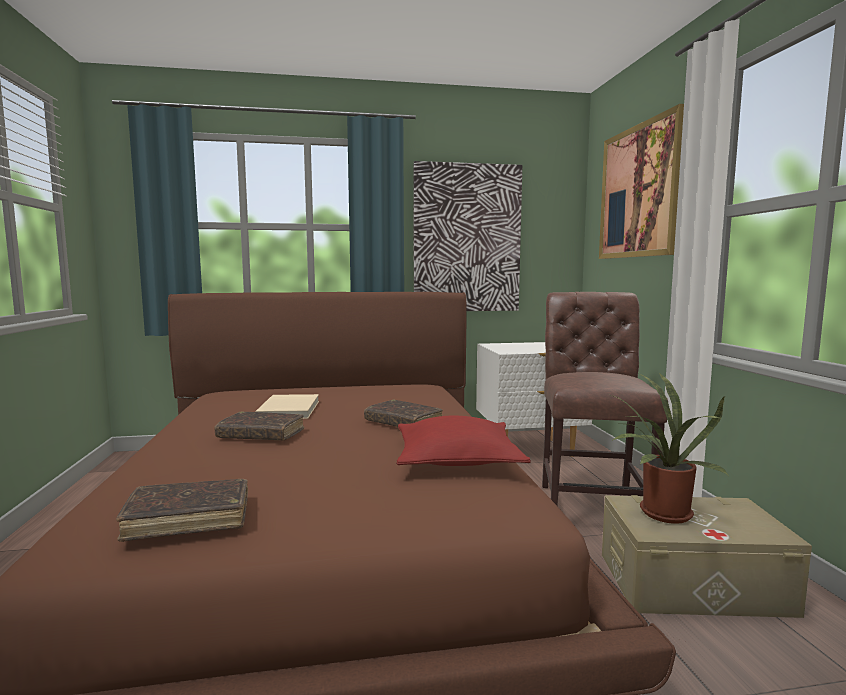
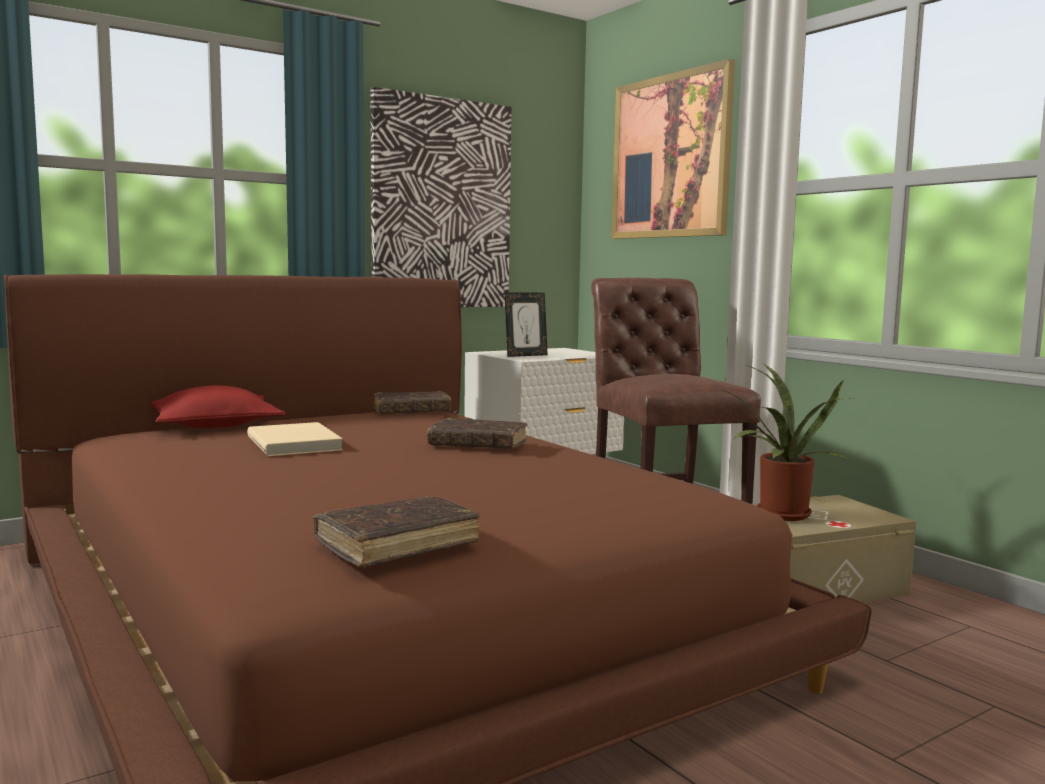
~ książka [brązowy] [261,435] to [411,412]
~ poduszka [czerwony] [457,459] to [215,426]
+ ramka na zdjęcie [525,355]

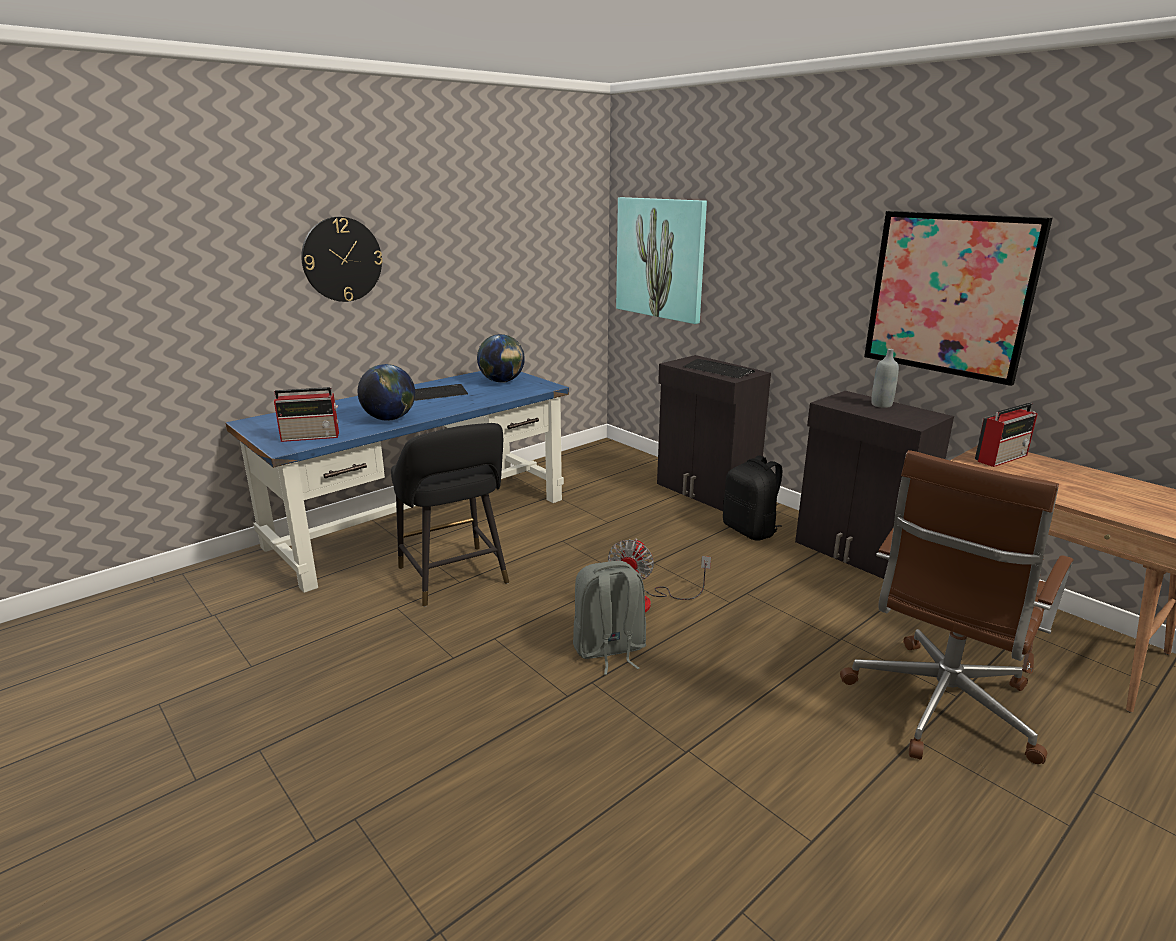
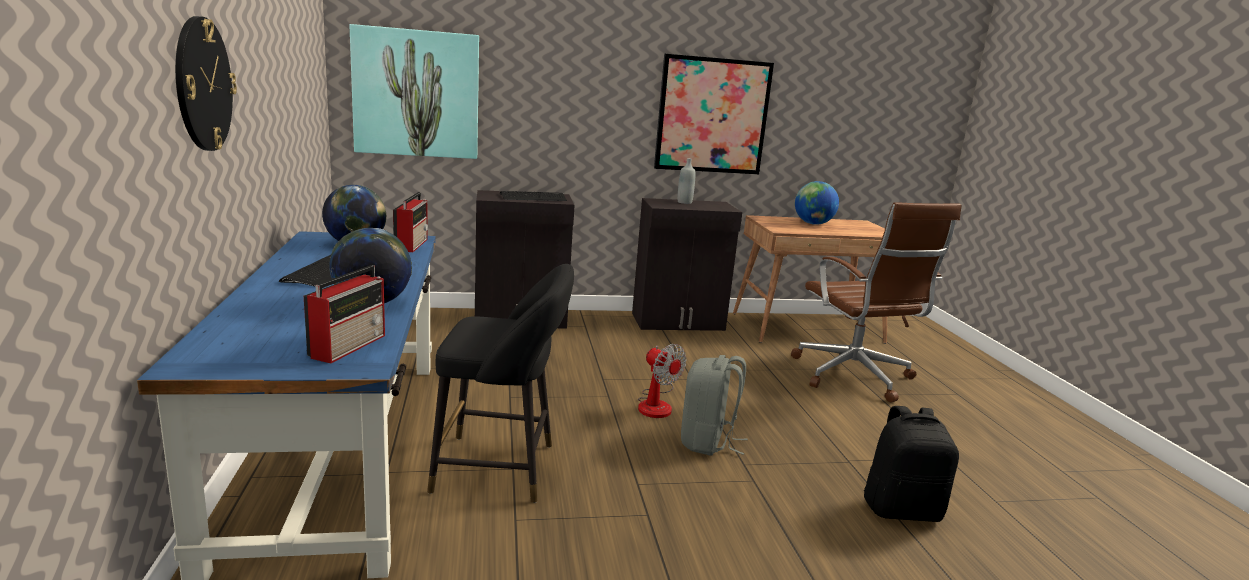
~ radio [1002,458] to [412,244]
~ plecak [czarny] [750,530] to [901,509]
+ globus [813,224]

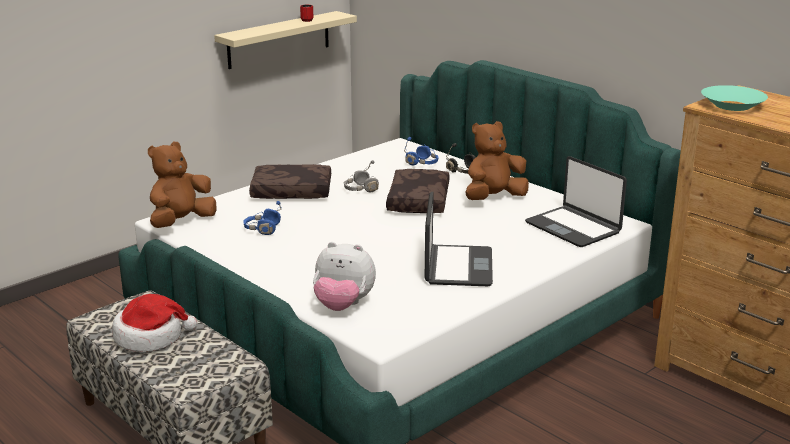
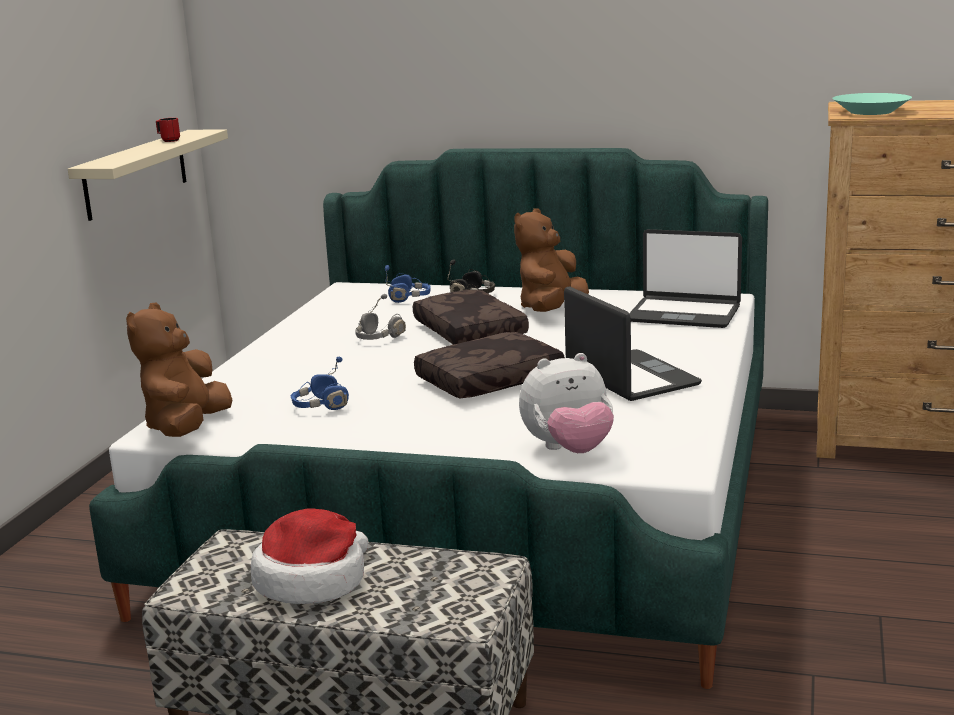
~ poduszka [brązowy] [291,192] to [490,381]

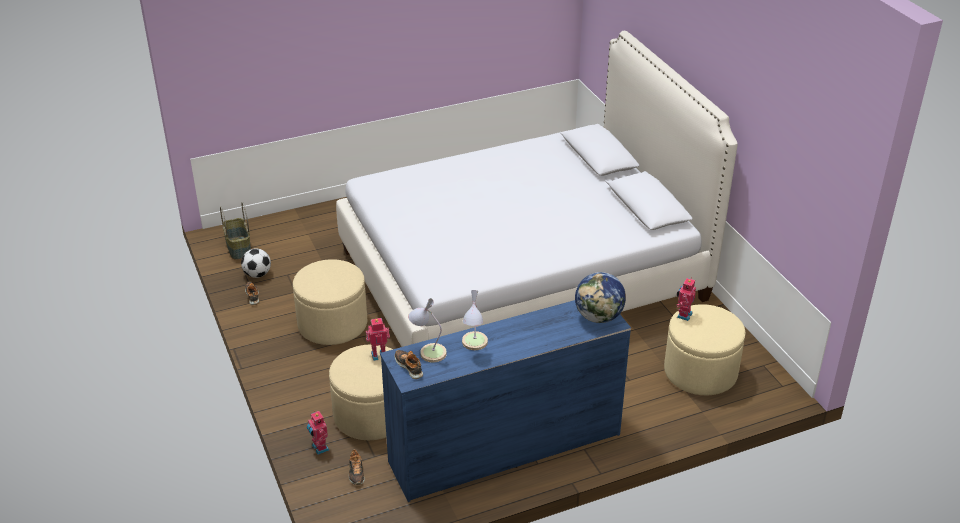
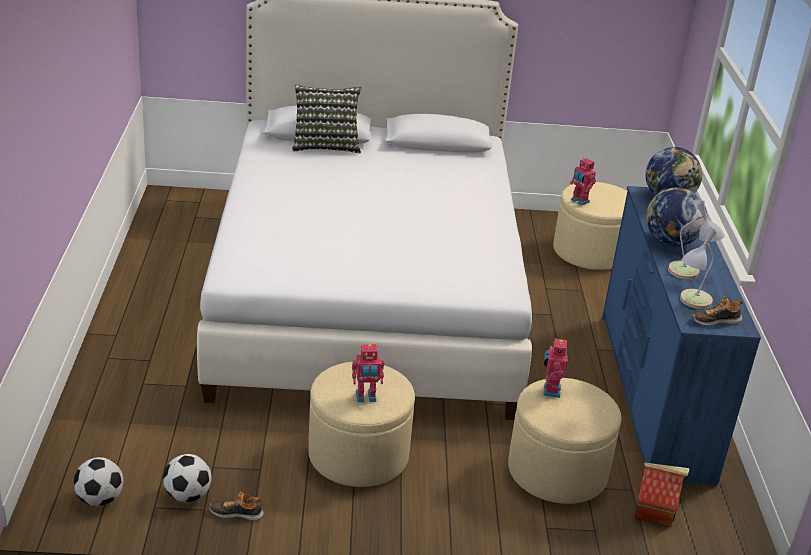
~ koszyk [238,248] to piłka futbolowa [100,499]
~ robot zabawkowy [319,448] to [366,397]
~ but [356,472] to domek [655,512]
+ poduszka [326,145]
+ globus [670,242]

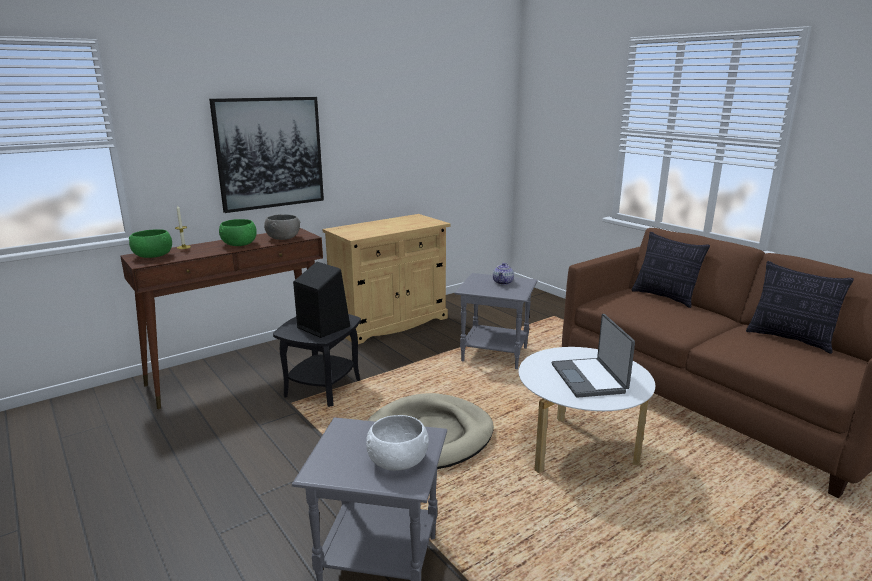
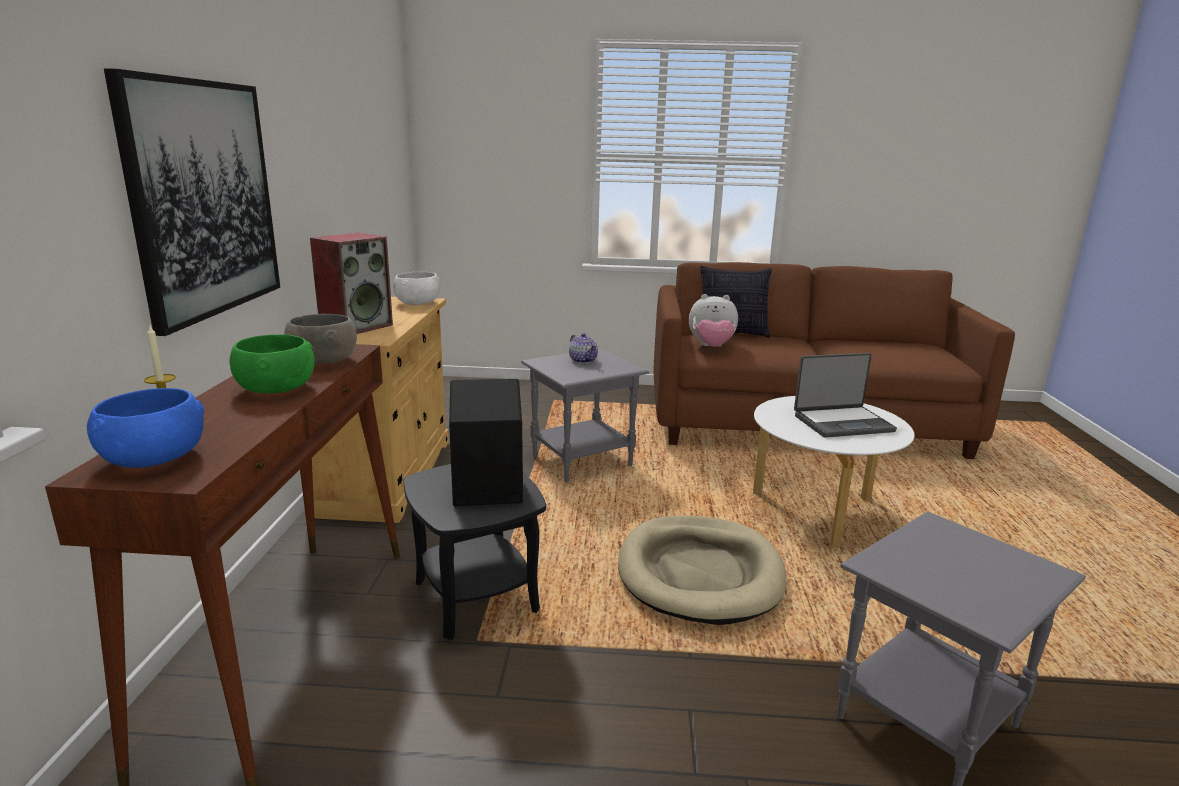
~ miska [zielony] [153,256] to miska [niebieski] [155,458]
- poduszka [790,339]
~ laptop [589,378] = [842,422] 45 degrees counterclockwise
~ miska [biały] [398,461] to [418,303]
+ głośnik [356,326]
+ pluszak [711,347]

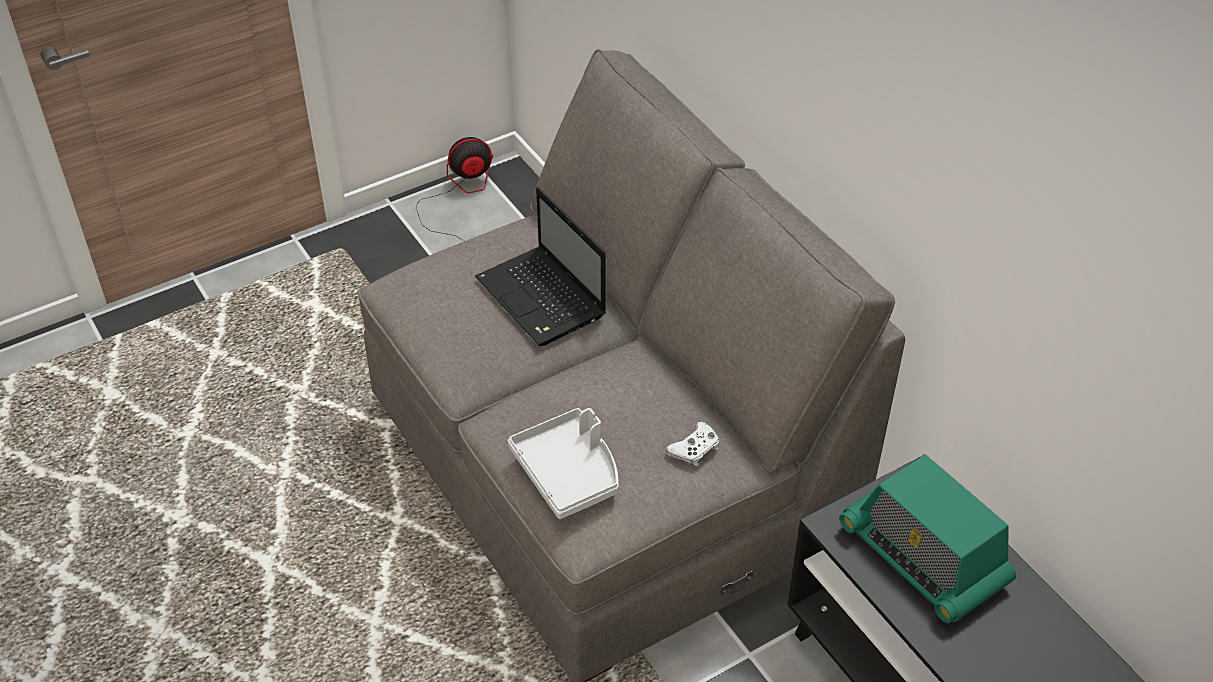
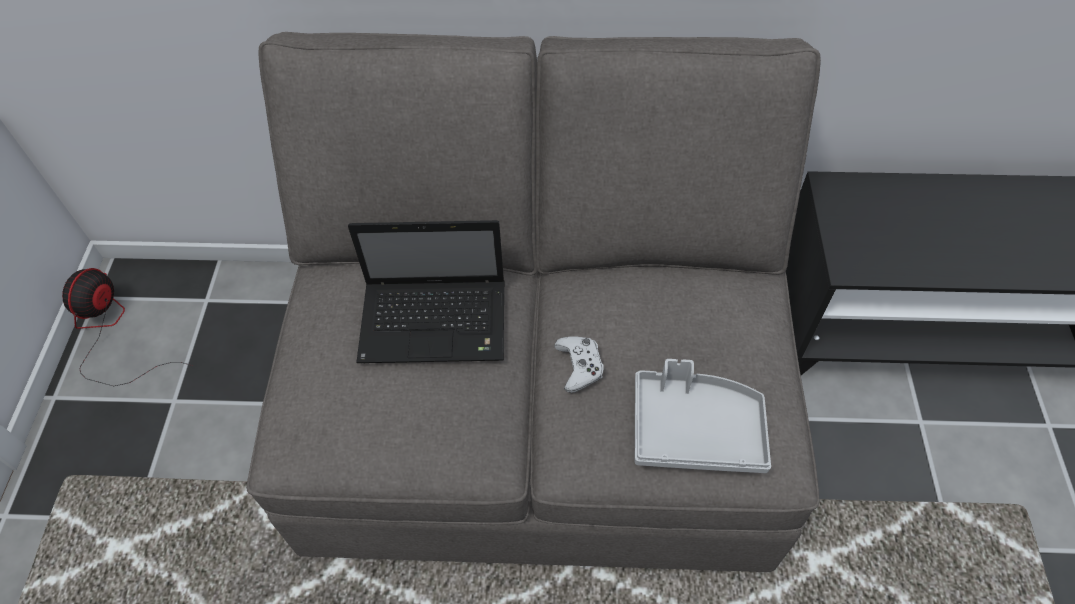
~ pad do gier [biały] [695,449] to [579,366]
- radio [923,557]

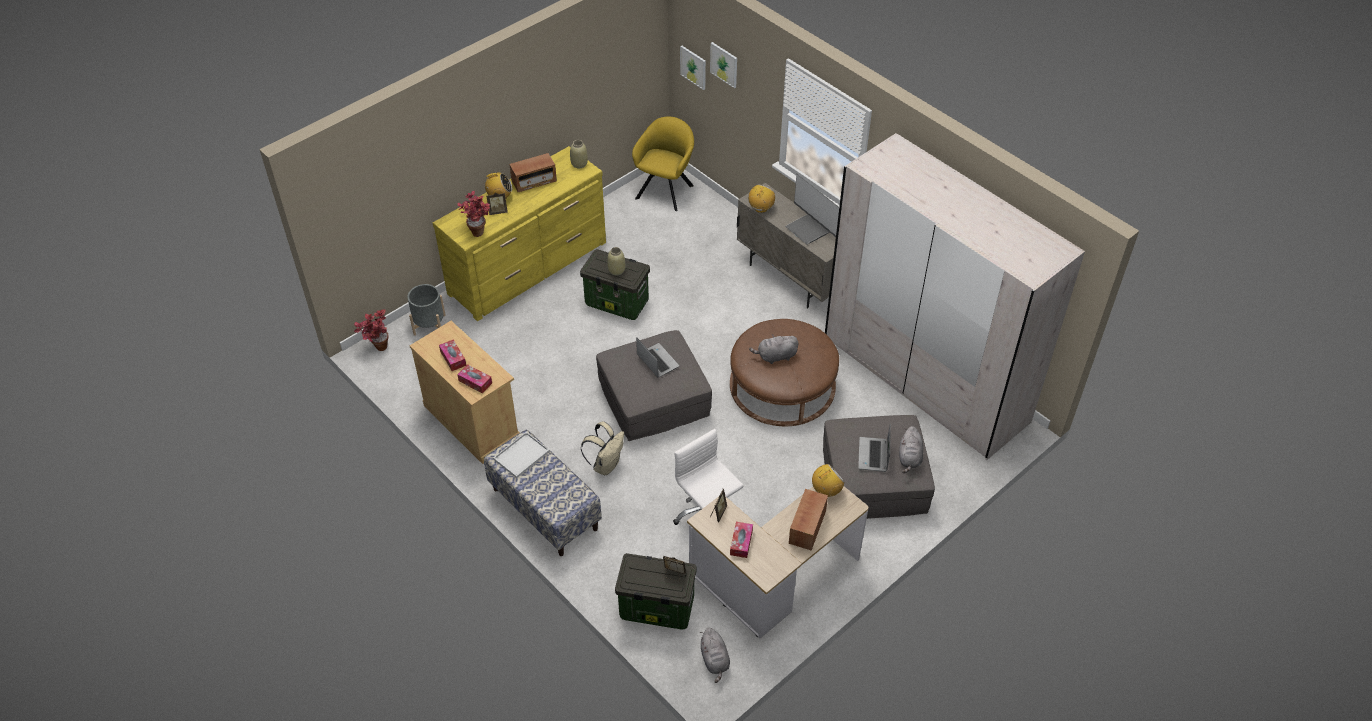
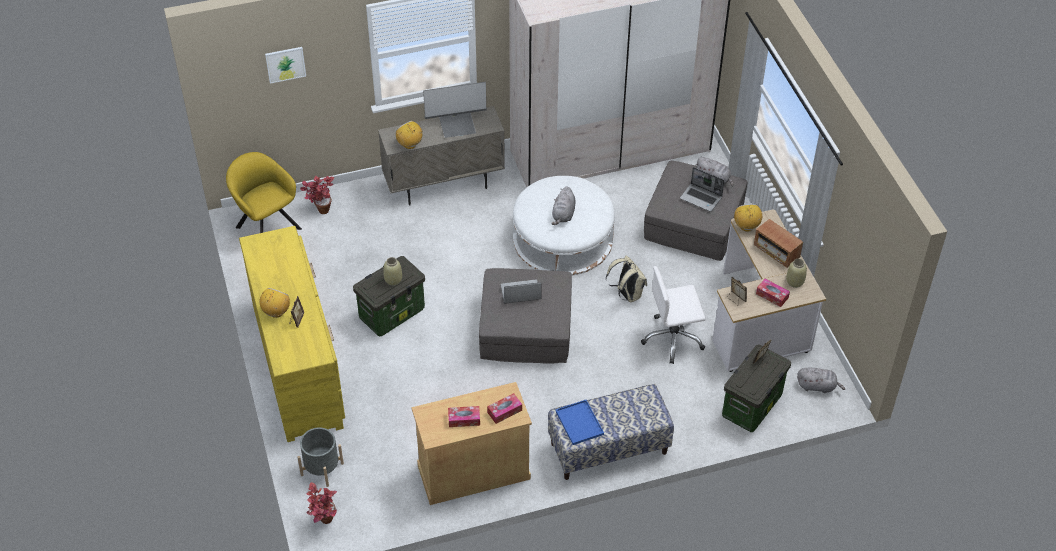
- obraz [693,67]
~ wazon [beżowy] [579,164] to [795,282]
- radio [534,181]
~ roślina doniczkowa [478,230] to [320,209]
~ pufa [brązowy] [782,385] to pufa [biały] [562,238]
~ plecak [beżowy] [606,464] to [627,294]
~ taca [biały] [522,454] to taca [niebieski] [578,422]

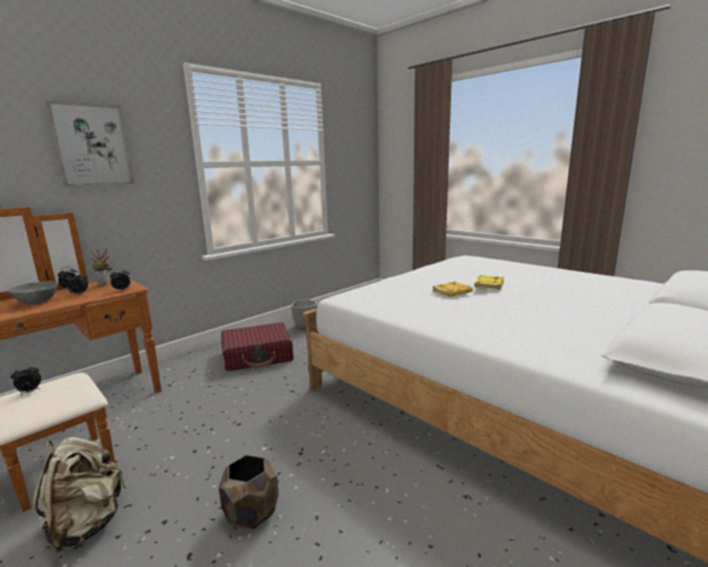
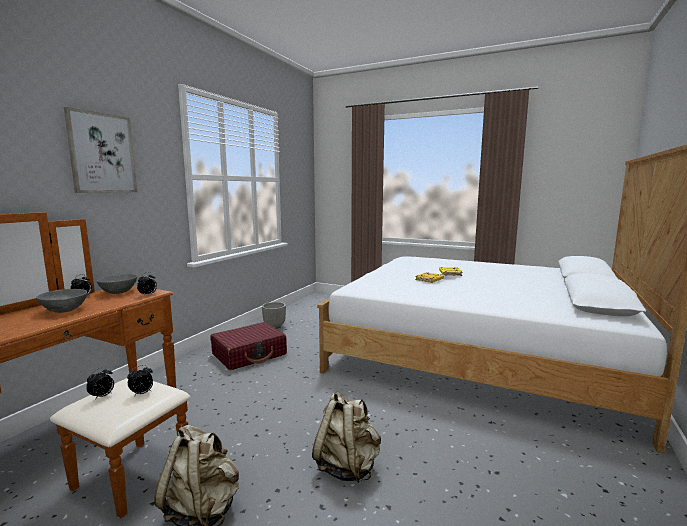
~ roślina doniczkowa [105,285] to miska [szary] [118,292]
~ budzik [78,294] to [142,393]
~ donica [brązowy] [251,512] to plecak [beżowy] [347,466]

